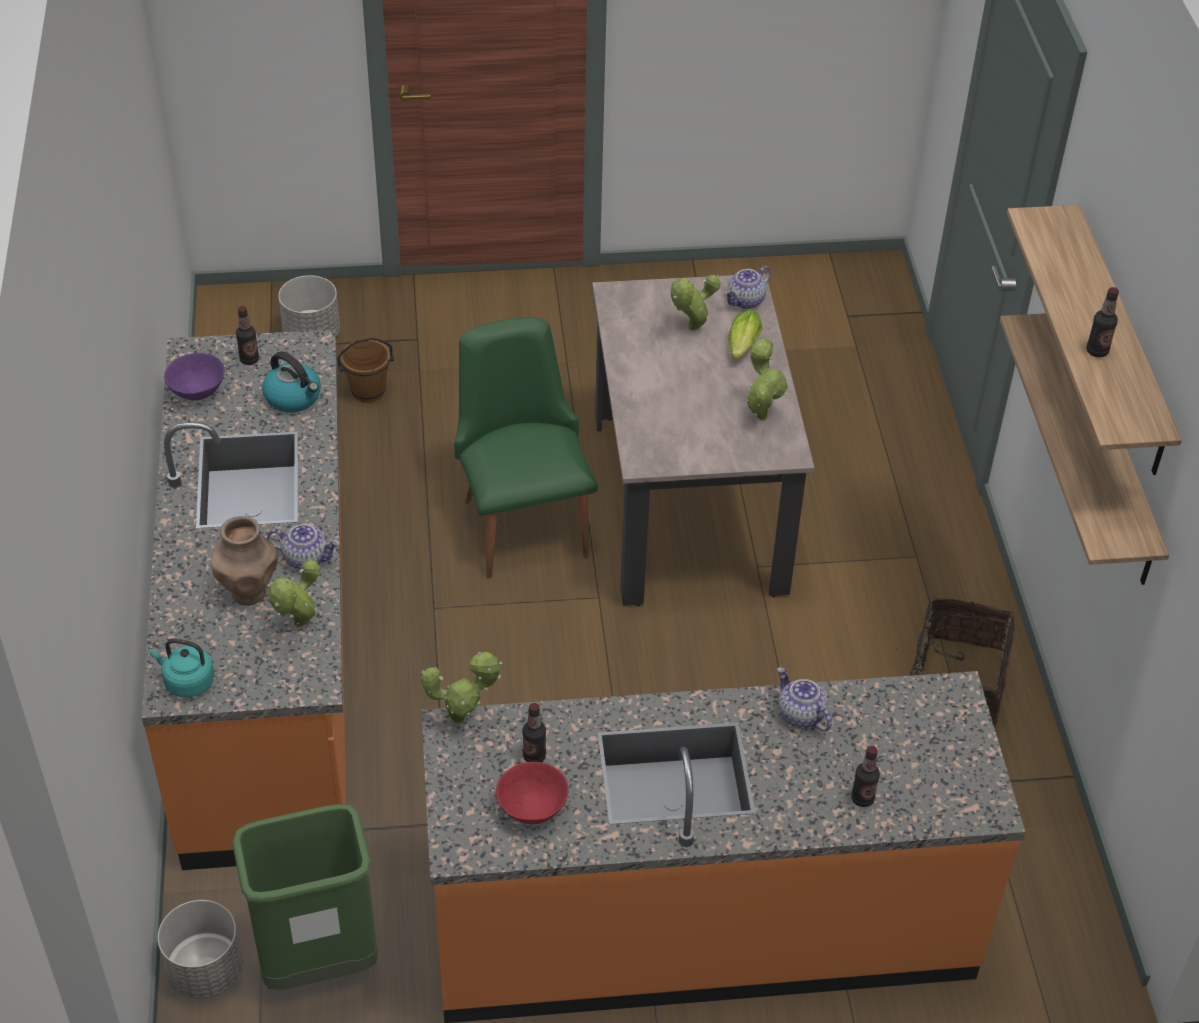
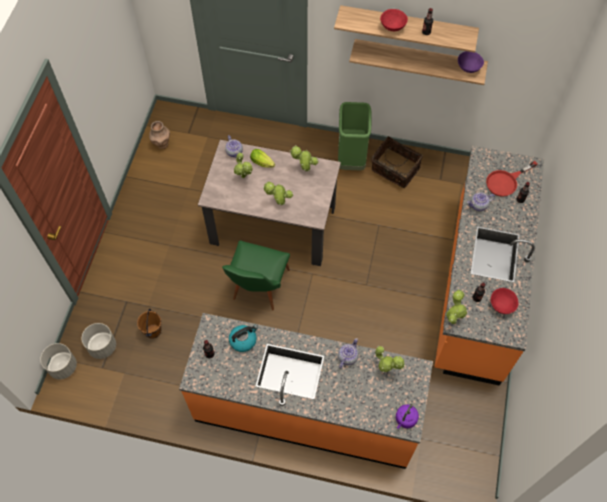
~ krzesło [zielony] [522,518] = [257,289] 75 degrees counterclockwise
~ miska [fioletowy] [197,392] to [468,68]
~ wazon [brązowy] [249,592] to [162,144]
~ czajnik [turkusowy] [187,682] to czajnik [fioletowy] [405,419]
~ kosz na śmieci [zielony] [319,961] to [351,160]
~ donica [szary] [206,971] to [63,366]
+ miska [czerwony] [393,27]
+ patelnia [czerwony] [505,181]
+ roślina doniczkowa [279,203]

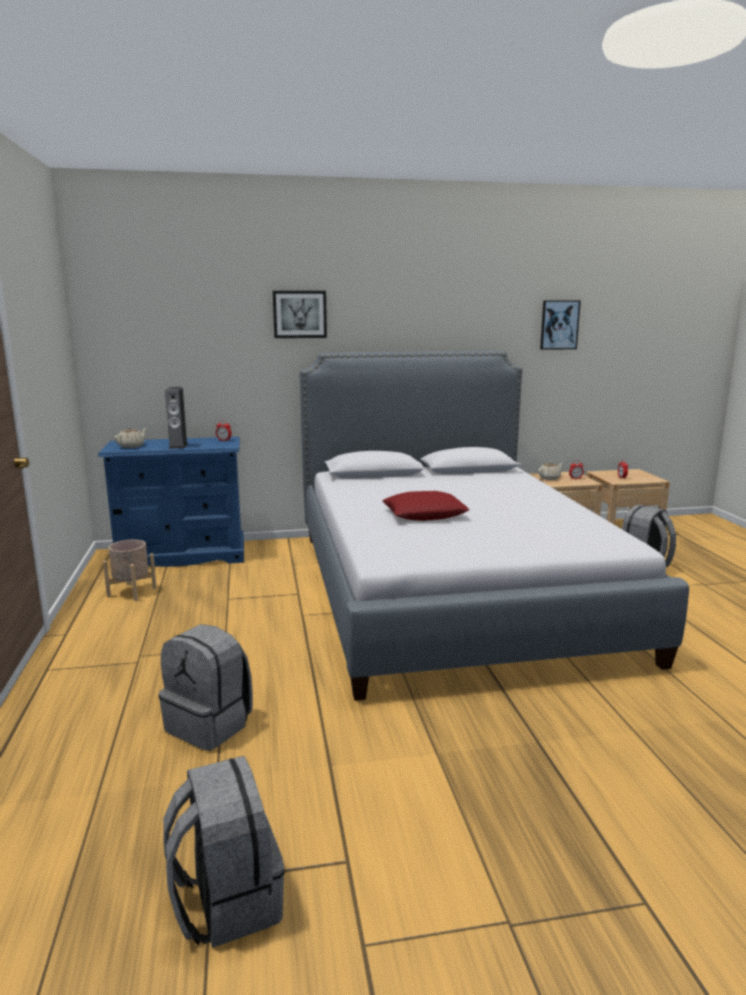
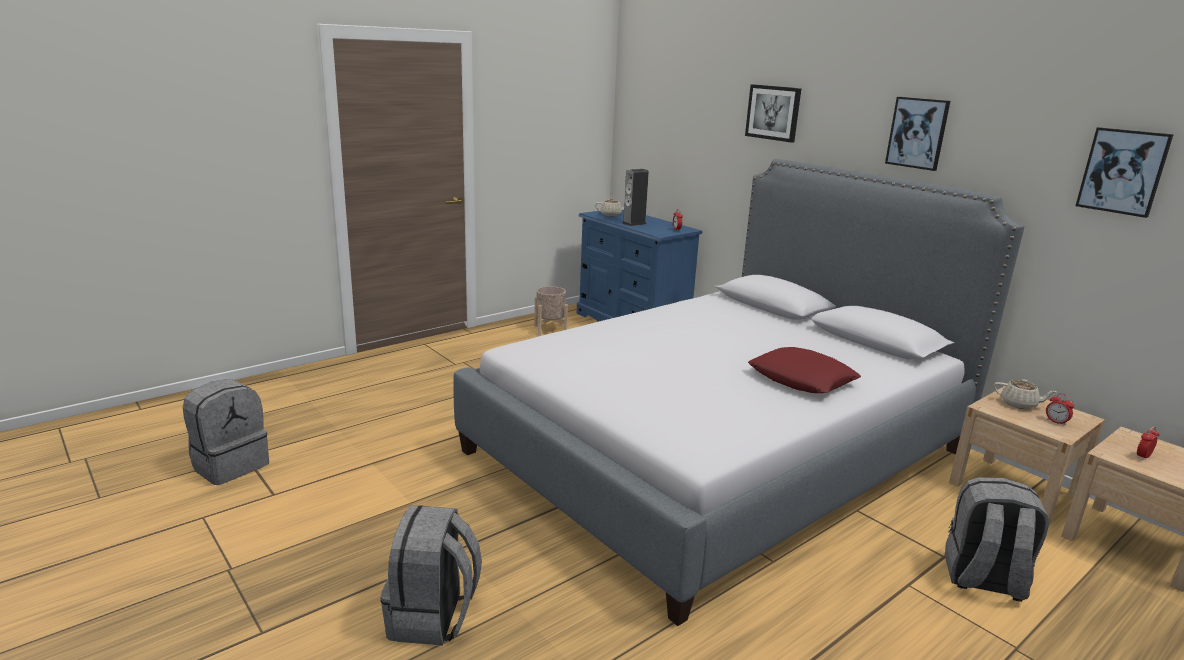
~ poduszka [czerwony] [425,513] to [802,379]
~ plecak [szary] [210,725] to [433,617]
+ obraz [917,133]

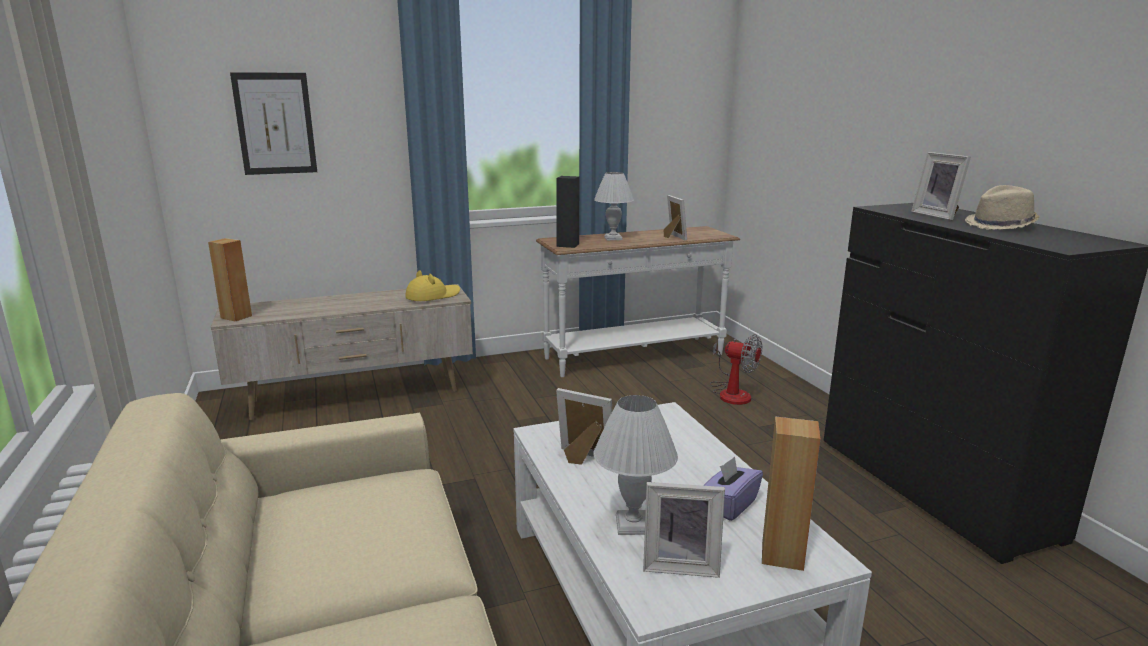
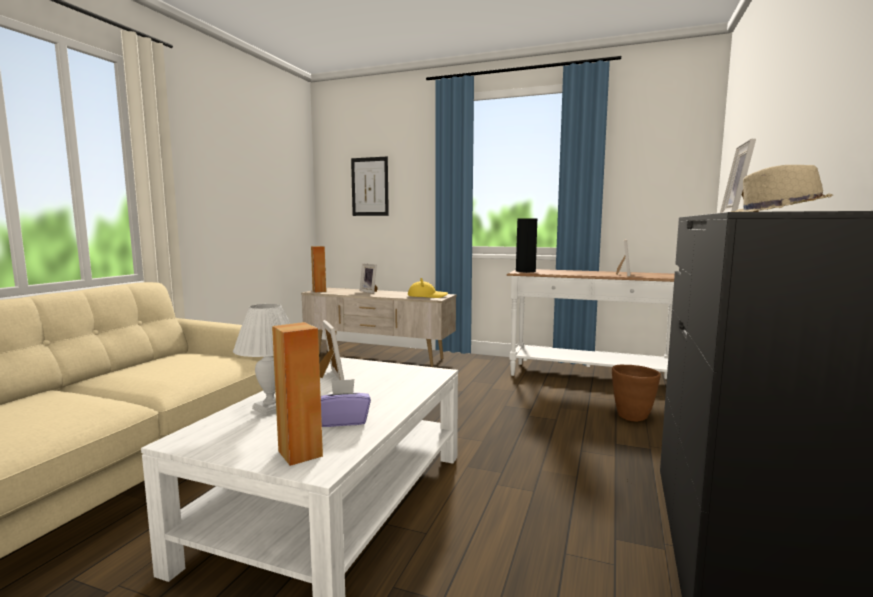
- lampa stołowa [biały] [612,238]
~ wentylator [731,393] to donica [brązowy] [632,417]
~ ramka na zdjęcie [680,564] to [370,292]

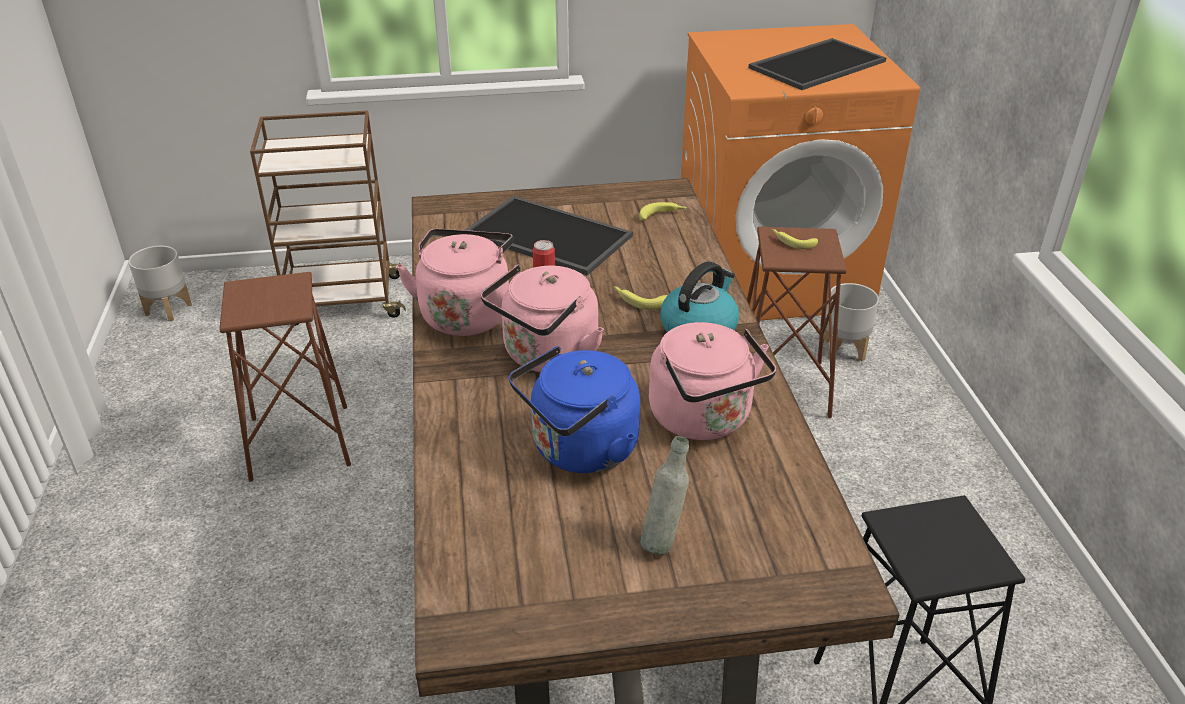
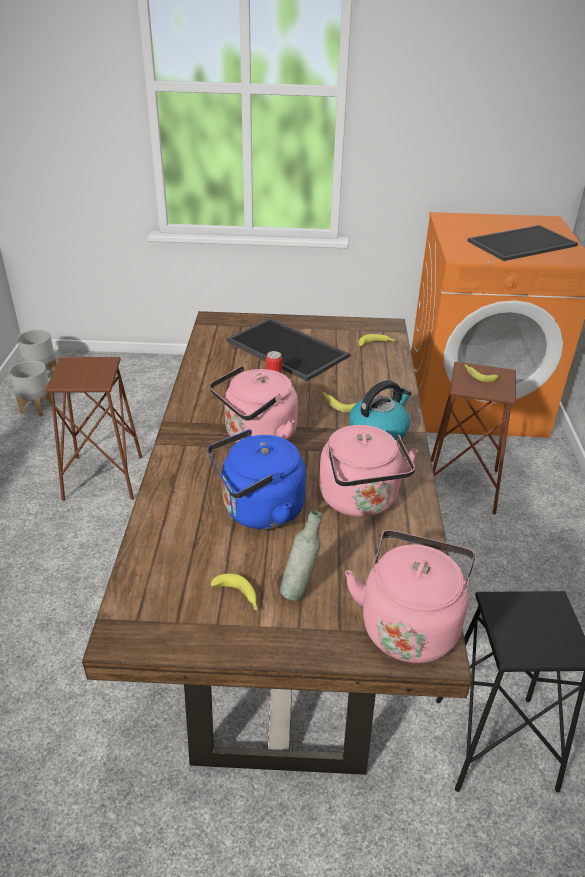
- wózek [brązowy] [343,301]
~ czajnik [różowy] [466,313] to [409,624]
~ donica [szary] [843,349] to [37,407]
+ banan [238,597]

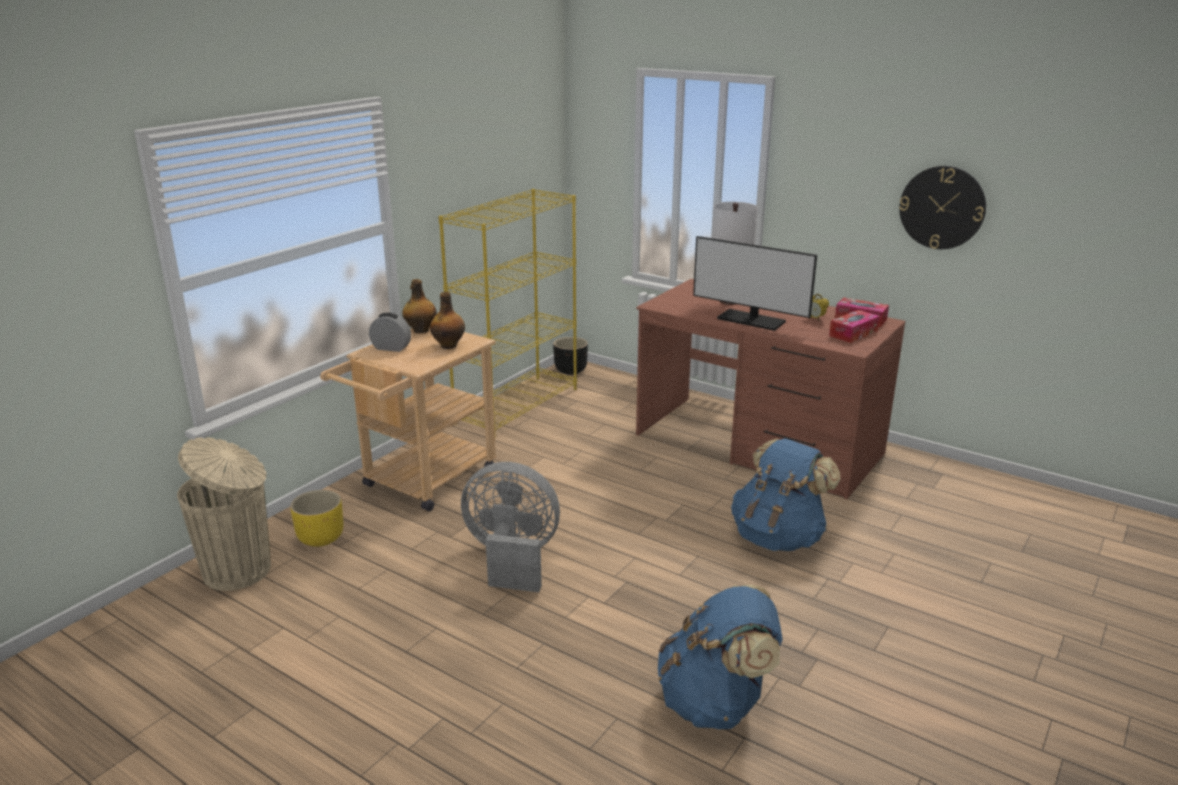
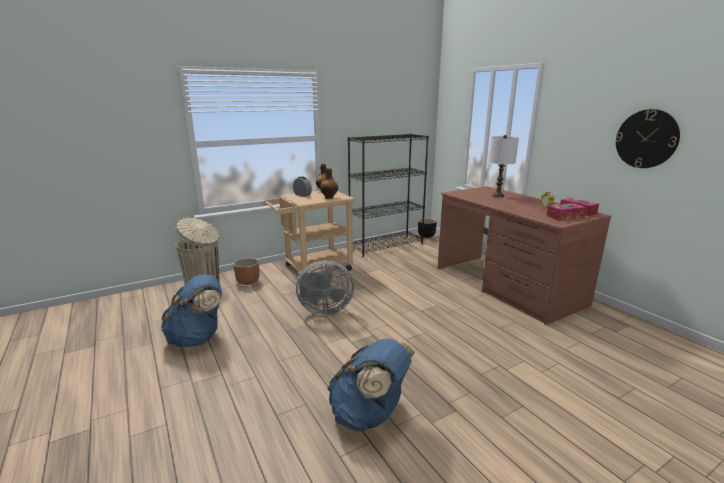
~ regał [żółty] [517,405] to regał [czarny] [386,246]
- monitor [751,320]
~ plecak [niebieski] [778,537] to [198,338]
~ wentylator [szary] [512,559] = [323,310] 135 degrees clockwise
~ donica [żółty] [321,538] to donica [brązowy] [248,281]

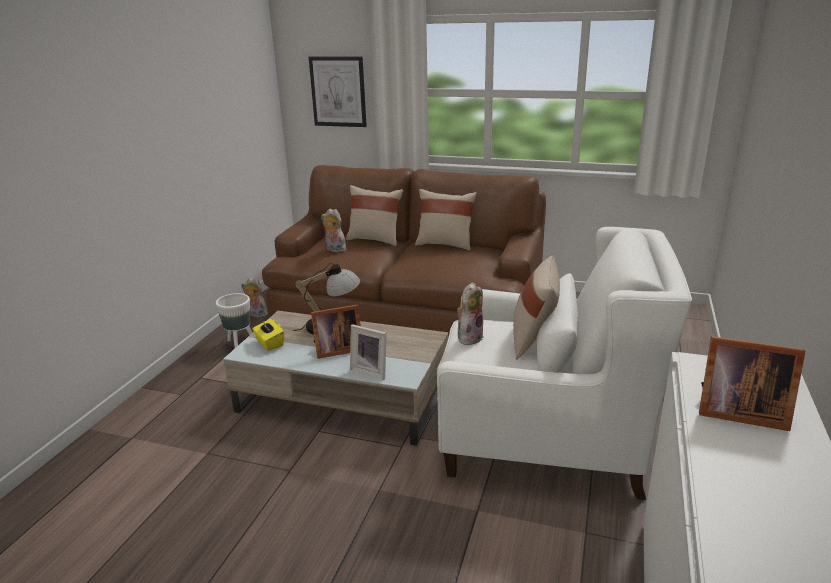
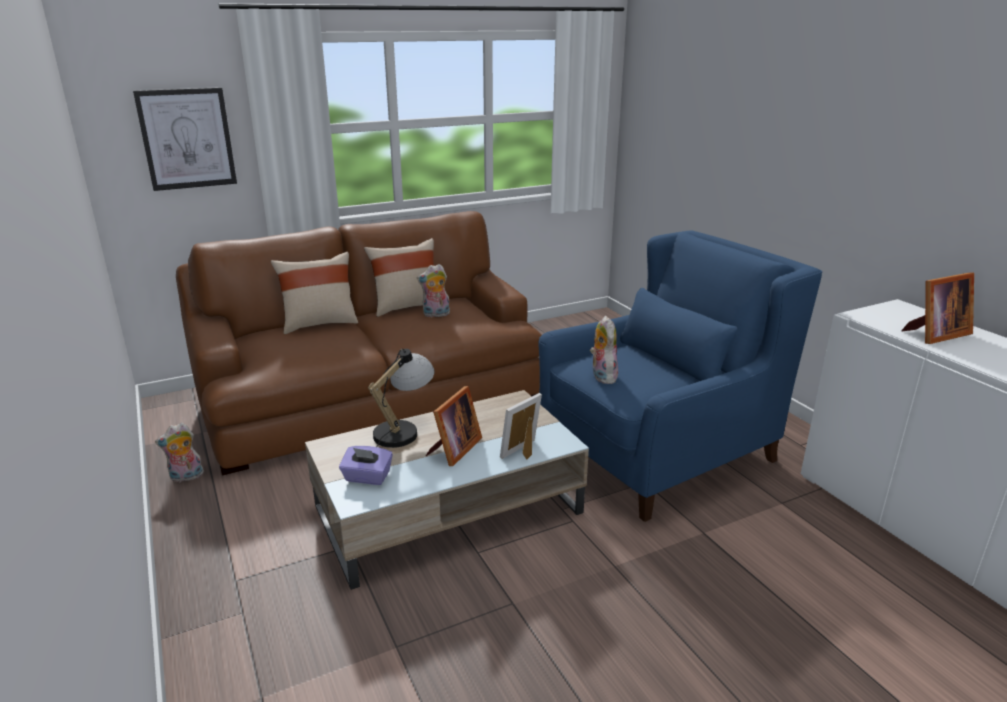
~ pluszak [334,250] to [436,315]
~ fotel [biały] [543,437] to fotel [niebieski] [658,453]
- poduszka [beżowy] [534,340]
- donica [biały] [239,343]
~ pudełko chusteczek [żółty] [269,343] to pudełko chusteczek [fioletowy] [367,477]
~ ramka na zdjęcie [371,371] = [523,452] 150 degrees clockwise

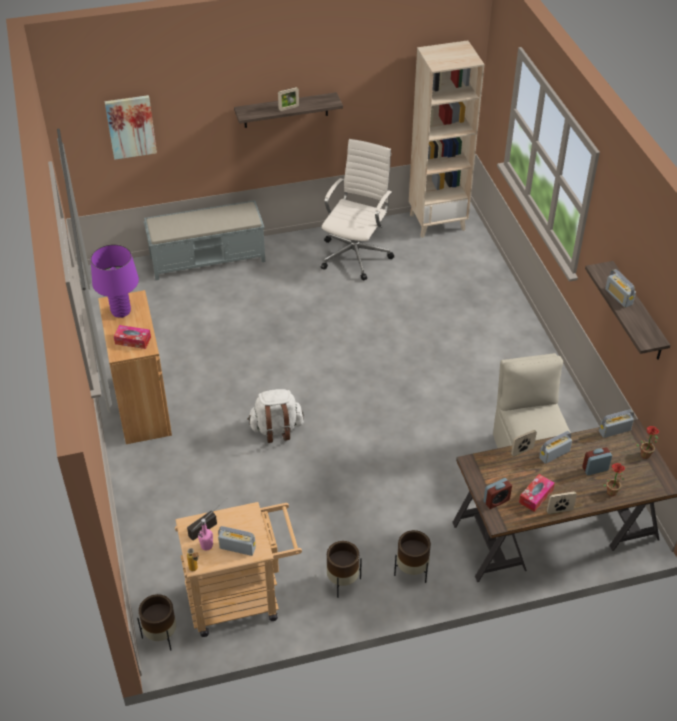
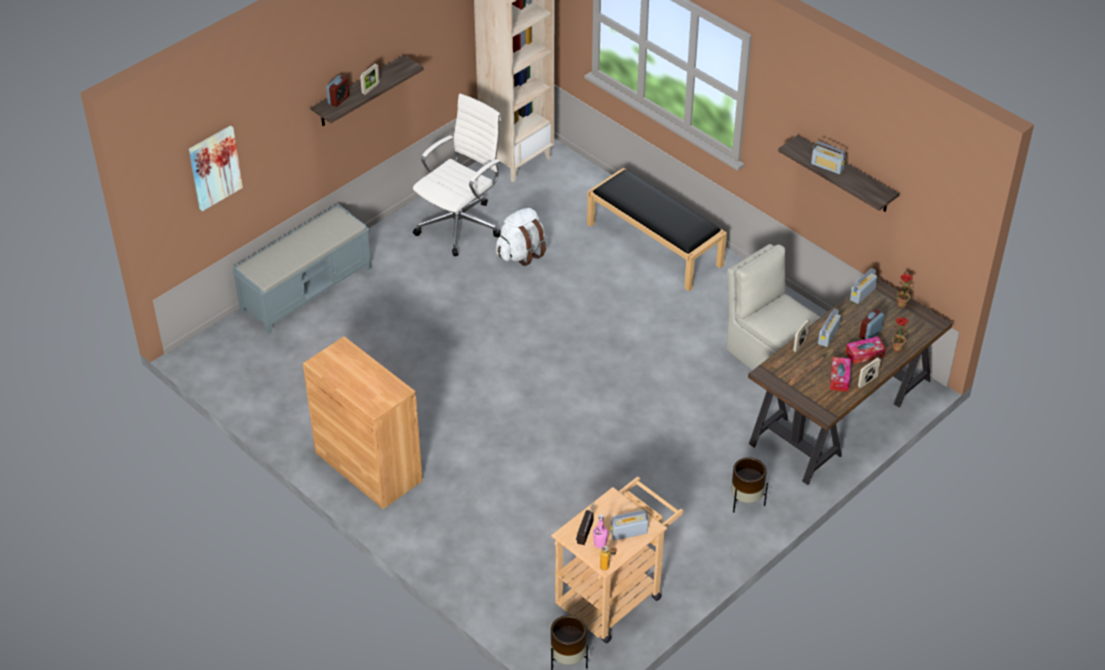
~ krzesło biurowe [biały] [356,254] = [460,224] 45 degrees clockwise
- lampa stołowa [fioletowy] [121,311]
~ pudełko chusteczek [133,340] to [864,354]
~ plecak [biały] [276,429] to [521,253]
~ budzik [496,501] to [338,100]
- donica [brązowy] [342,582]
+ ławka [czarny] [655,244]

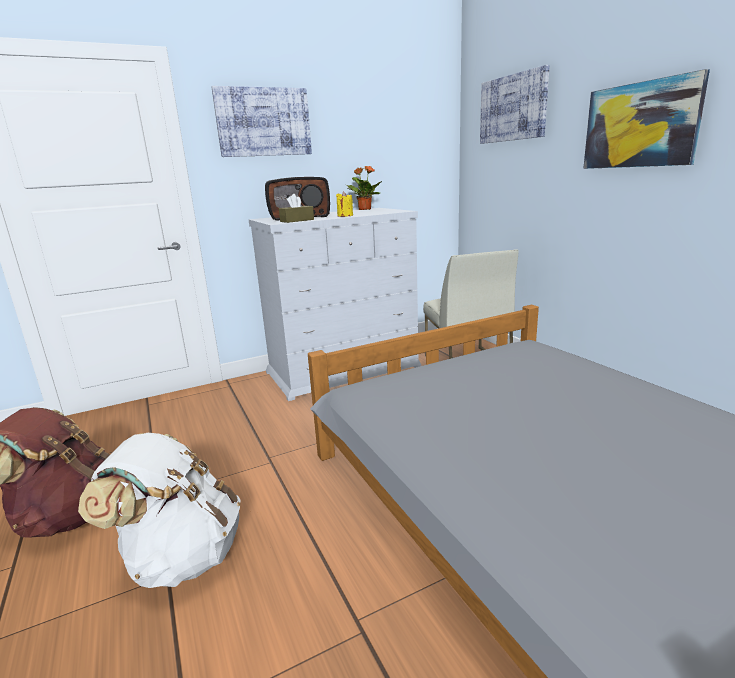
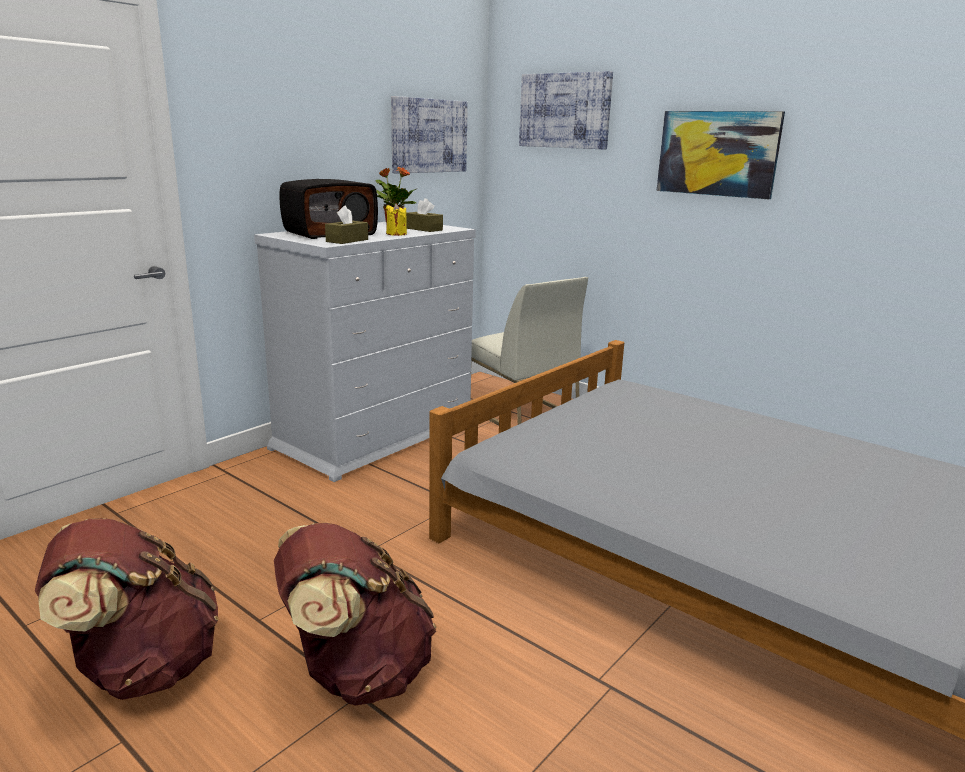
~ obraz [263,122] to [429,136]
~ plecak [biały] [181,556] to plecak [brązowy] [356,672]
+ pudełko chusteczek [brązowy] [423,229]

